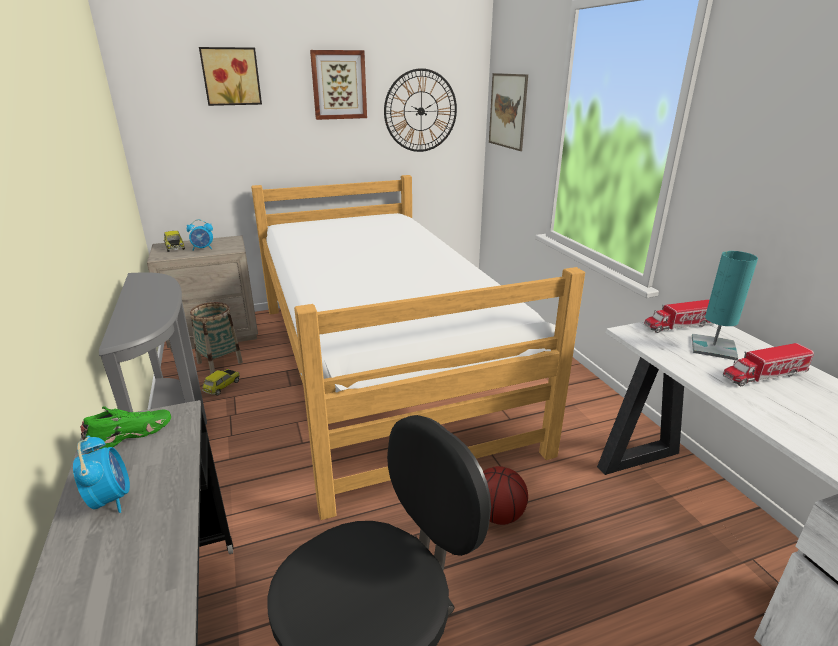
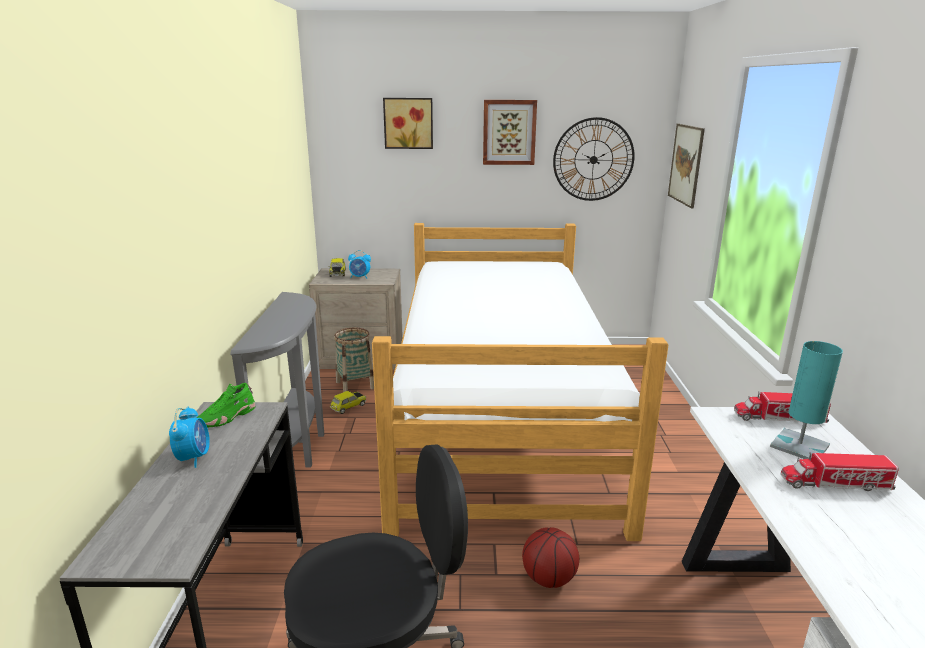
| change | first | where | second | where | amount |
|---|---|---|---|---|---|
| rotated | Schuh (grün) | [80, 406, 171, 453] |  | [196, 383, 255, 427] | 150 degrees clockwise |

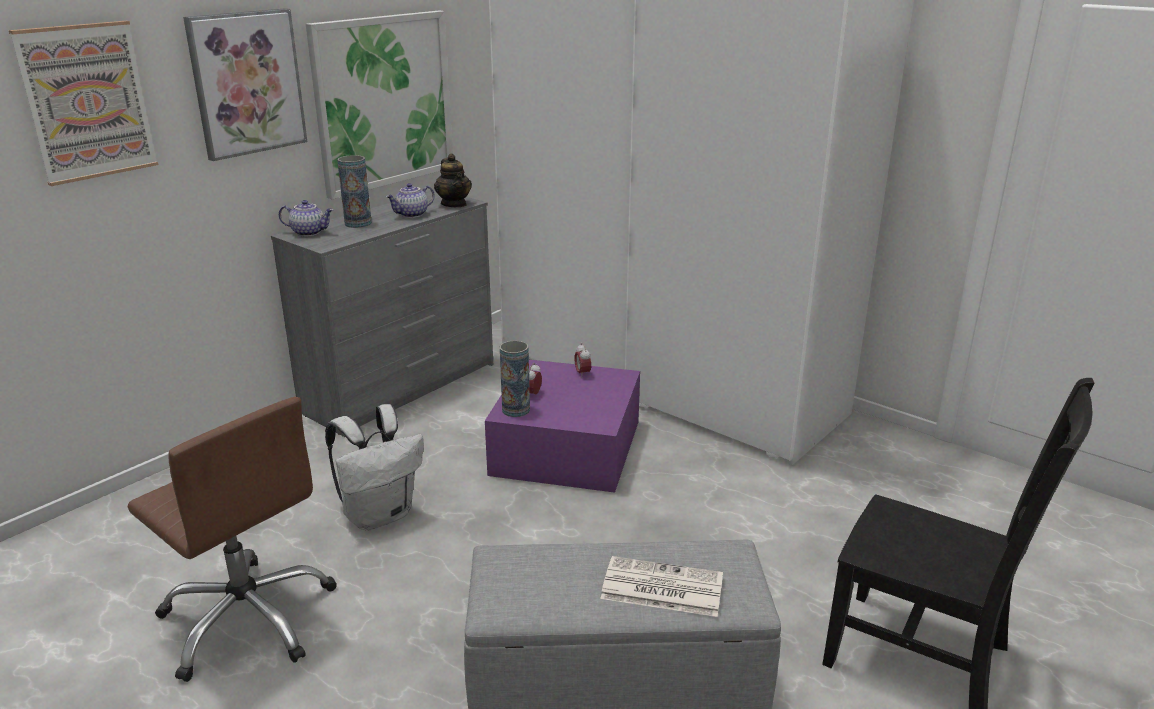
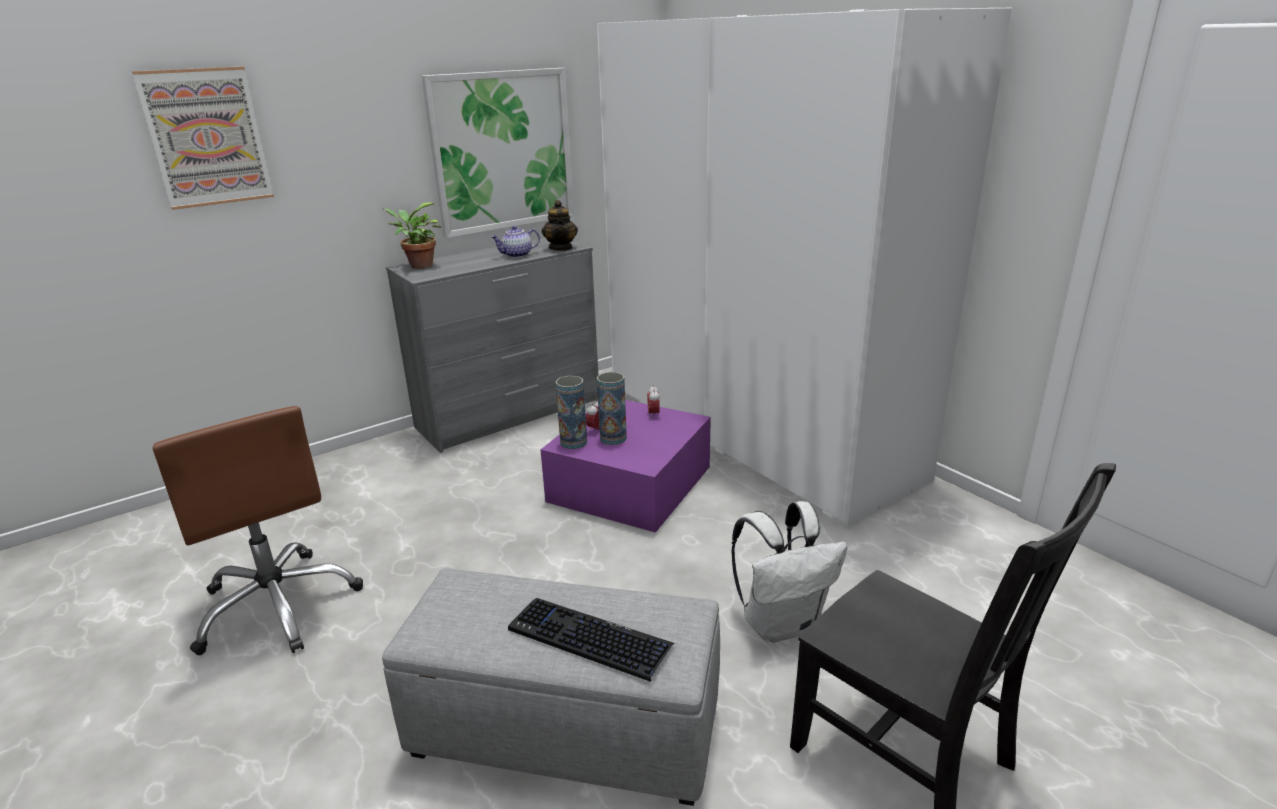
| change | first | where | second | where | amount |
|---|---|---|---|---|---|
| swapped | Teekanne | [279, 200, 334, 237] | Topfpflanze | [383, 202, 441, 269] |  |
| swapped | Zeitung | [600, 556, 723, 617] | Tastatur | [508, 598, 675, 682] |  |
| shifted | Vase | [337, 155, 372, 228] |  | [597, 372, 627, 445] |  |
| shifted | Rucksack (weiß) | [325, 404, 424, 530] |  | [731, 501, 848, 642] |  |
| gone | Bild | [183, 8, 307, 161] |  |  |  |

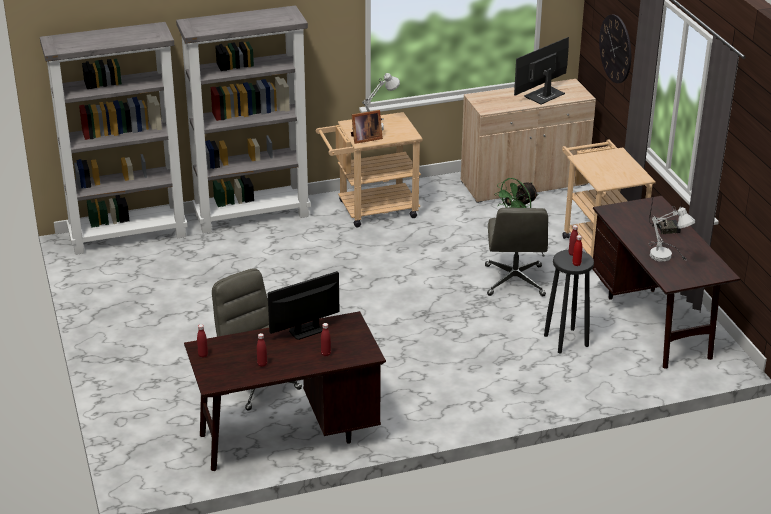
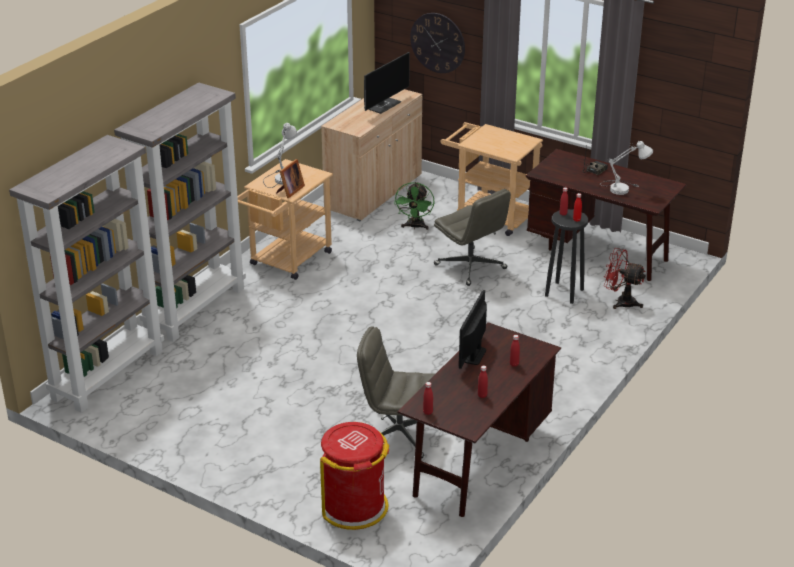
| change | first | where | second | where | amount |
|---|---|---|---|---|---|
| new |  |  | Mülleimer (rot) | [320, 422, 389, 530] |  |
| rotated | Monitor | [514, 37, 569, 104] |  | [364, 52, 410, 114] | 150 degrees counterclockwise |
| new |  |  | Ventilator (rot) | [604, 248, 646, 309] |  |

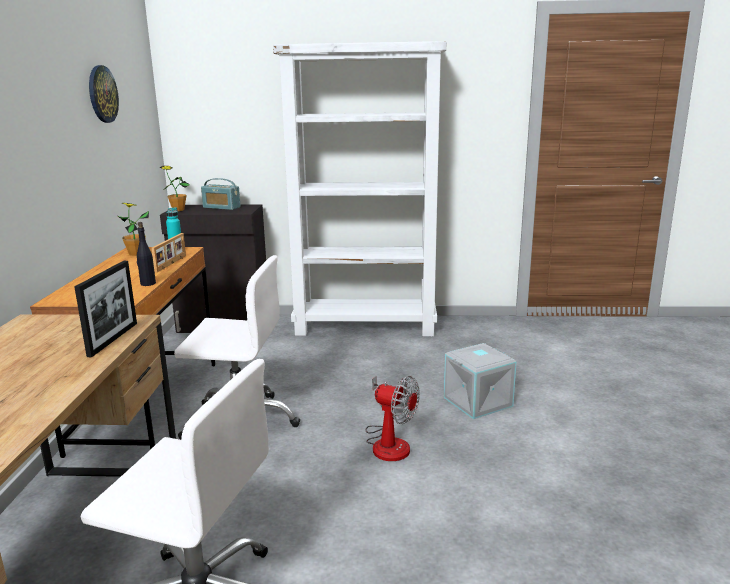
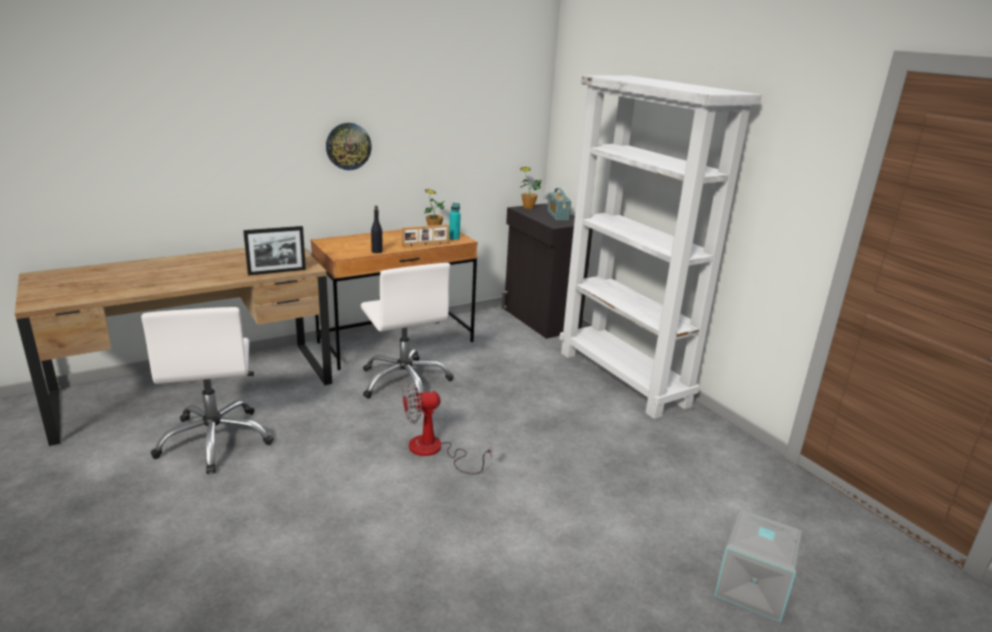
| change | first | where | second | where | amount |
|---|---|---|---|---|---|
| shifted | Wanduhr | [89, 65, 119, 123] |  | [326, 123, 372, 170] |  |
| rotated | Ventilator | [366, 376, 420, 461] |  | [403, 382, 492, 474] | 75 degrees clockwise |
| shifted | Aufbewahrungsbox (grau) | [444, 343, 517, 419] |  | [714, 509, 806, 623] |  |

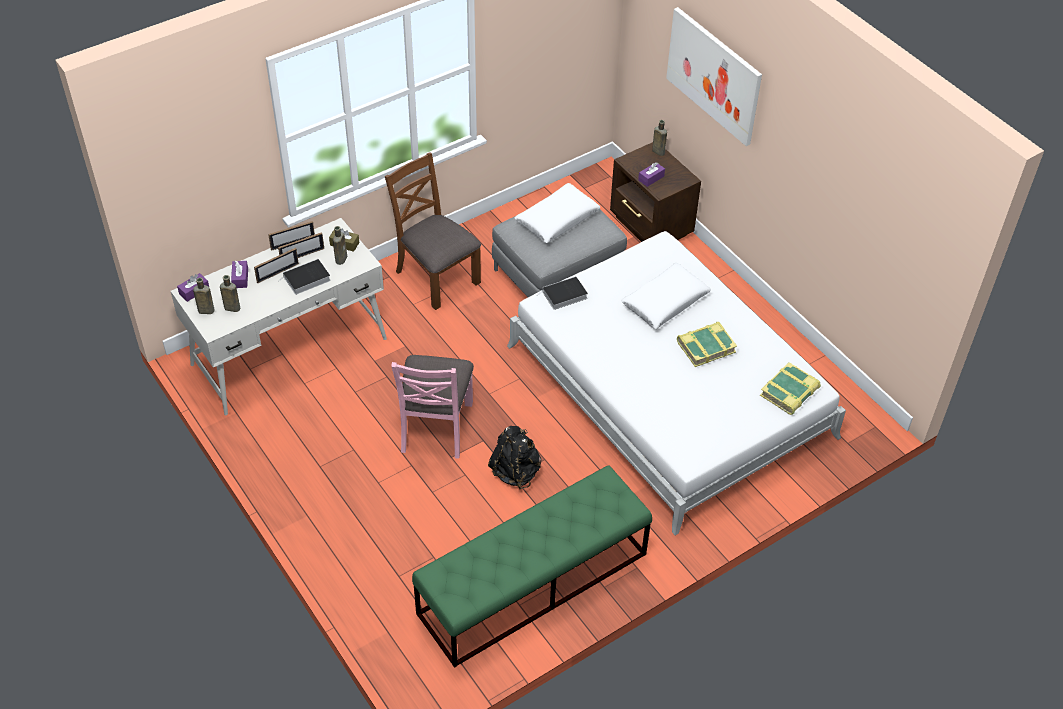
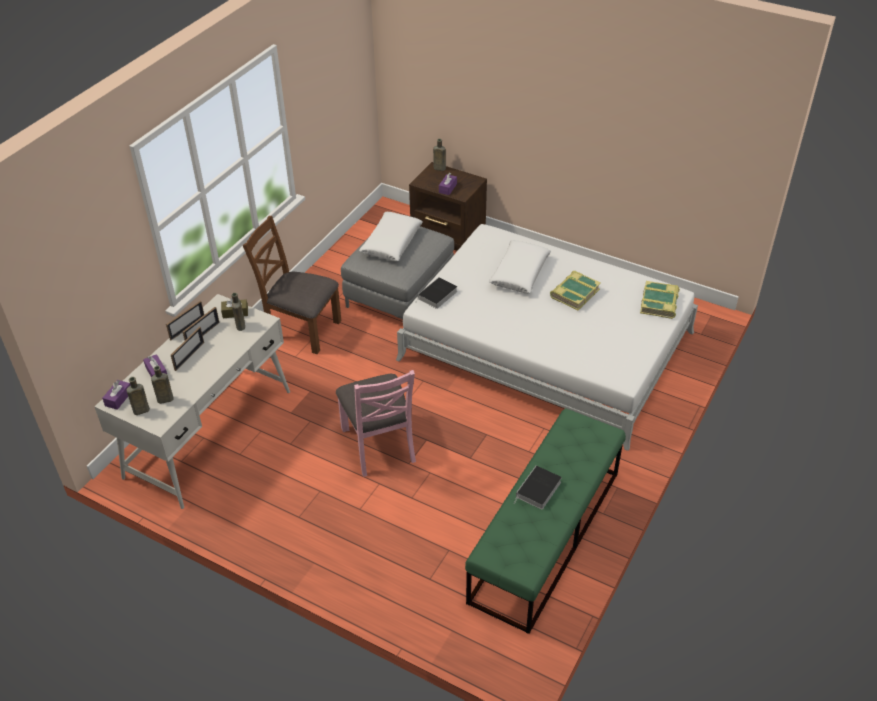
| change | first | where | second | where | amount |
|---|---|---|---|---|---|
| shifted | Buch | [278, 259, 331, 295] |  | [514, 466, 562, 510] |  |
| gone | Rucksack (schwarz) | [488, 426, 541, 489] |  |  |  |
| gone | Bild | [666, 7, 762, 146] |  |  |  |

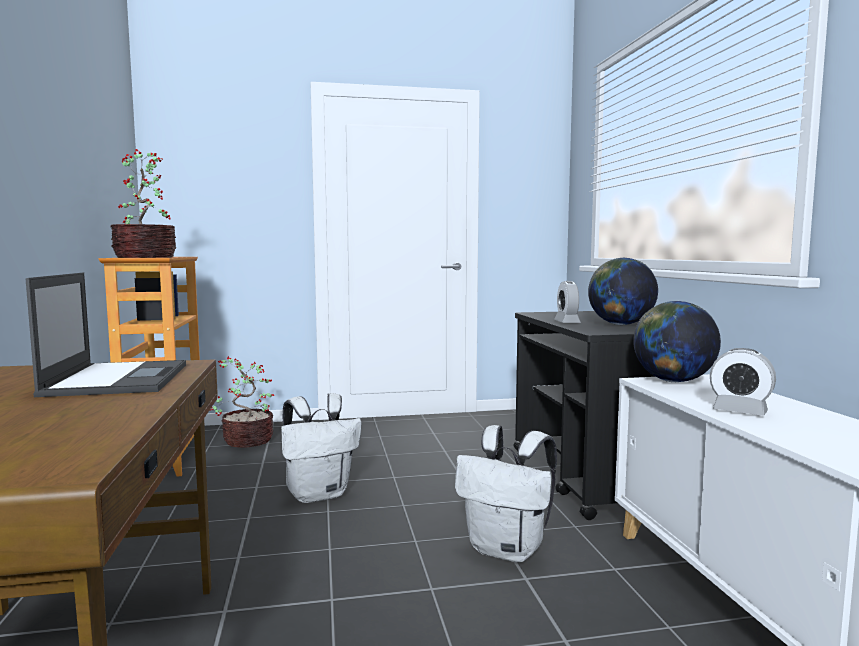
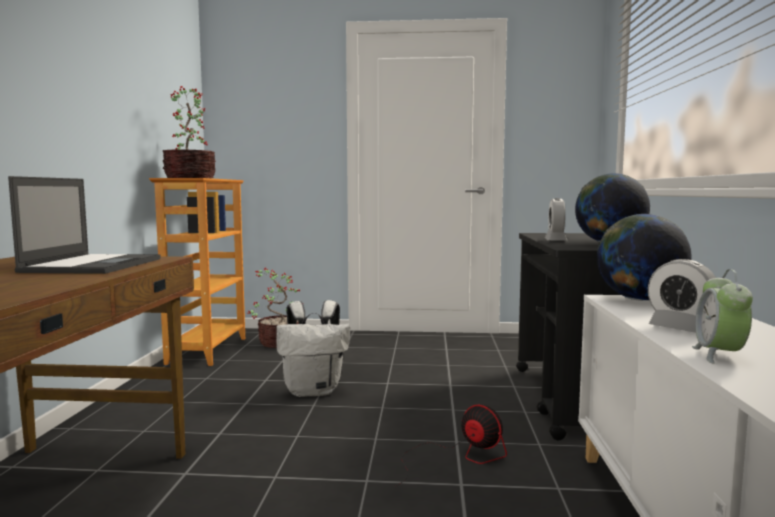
| change | first | where | second | where | amount |
|---|---|---|---|---|---|
| swapped | Rucksack (weiß) | [455, 425, 557, 562] | Ventilator | [395, 405, 507, 487] |  |
| new |  |  | Wecker | [692, 269, 753, 363] |  |

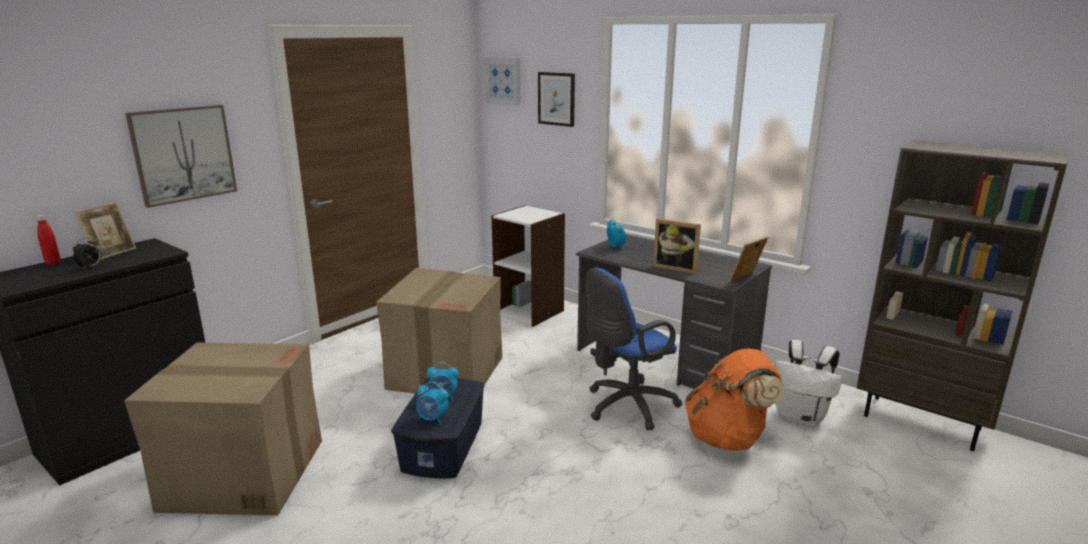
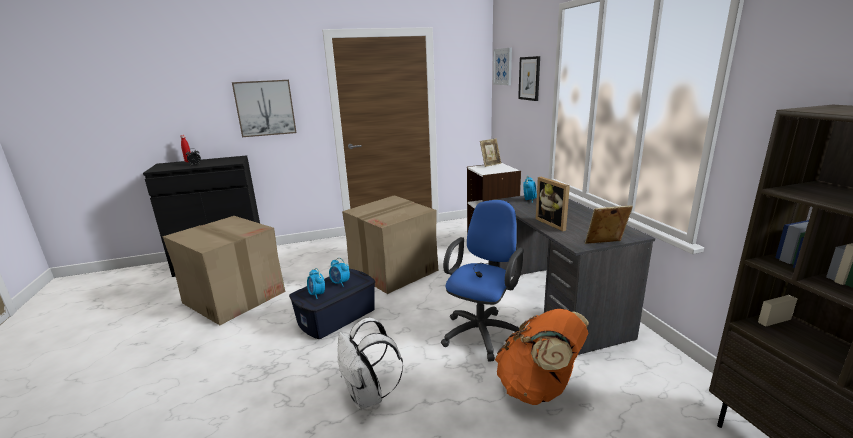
| change | first | where | second | where | amount |
|---|---|---|---|---|---|
| shifted | Rucksack (weiß) | [774, 340, 842, 427] |  | [338, 318, 403, 410] |  |
| rotated | Bürostuhl (blau) | [586, 268, 682, 430] |  | [441, 200, 524, 362] | 120 degrees clockwise |
| shifted | Bilderrahmen | [75, 203, 136, 259] |  | [480, 138, 501, 167] |  |

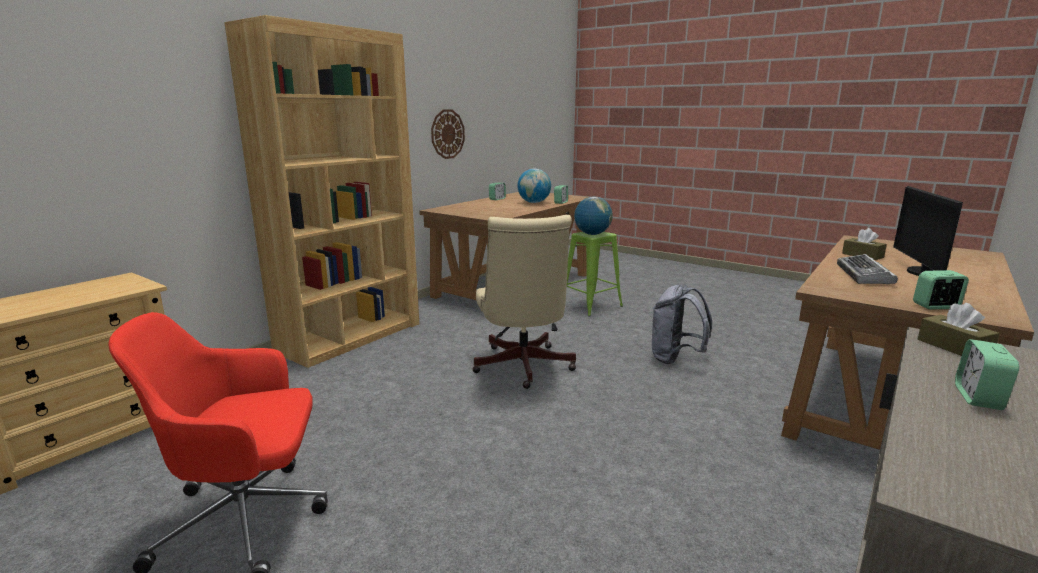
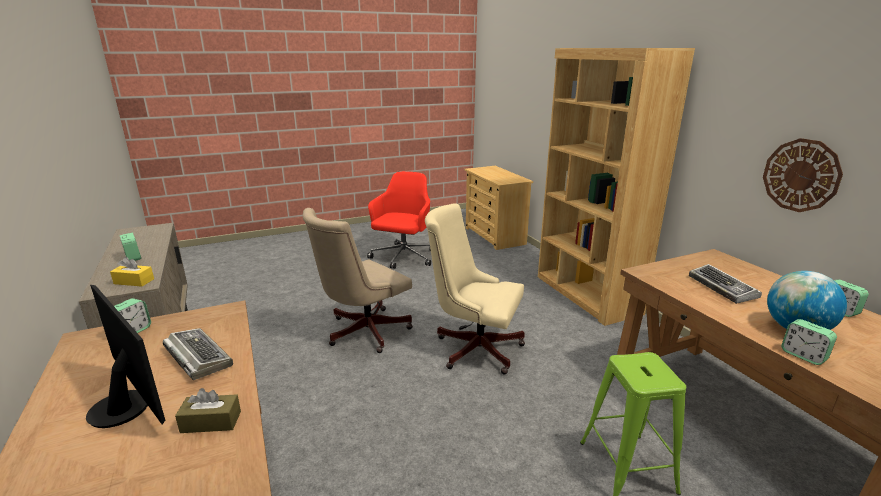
| change | first | where | second | where | amount |
|---|---|---|---|---|---|
| repainted | Taschentuchbox (braun) | [918, 303, 1000, 356] | Taschentuchbox (gelb) | [110, 257, 154, 287] |  |
| new |  |  | Bürostuhl (beige) | [303, 208, 413, 353] |  |
| new |  |  | Tastatur | [689, 264, 762, 304] |  |
| gone | Globus | [574, 197, 613, 235] |  |  |  |
| gone | Rucksack (grau) | [652, 285, 712, 364] |  |  |  |

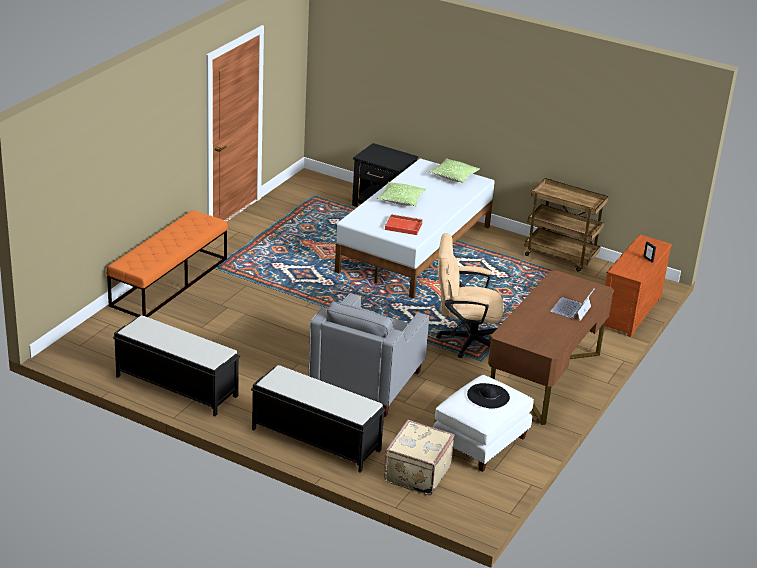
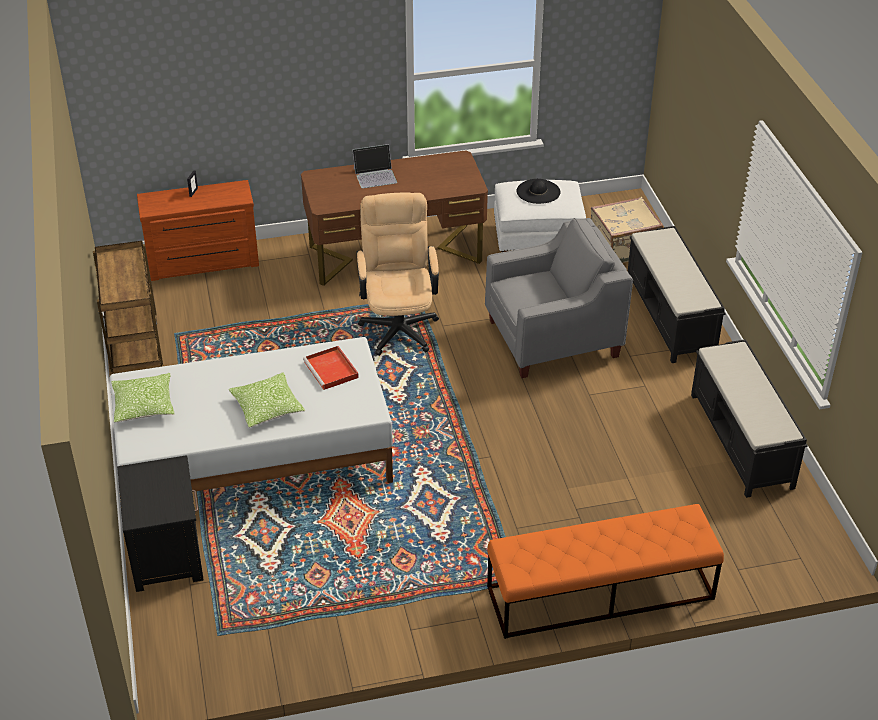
| change | first | where | second | where | amount |
|---|---|---|---|---|---|
| rotated | Bürostuhl (beige) | [436, 233, 504, 358] |  | [356, 193, 439, 356] | 150 degrees counterclockwise |

